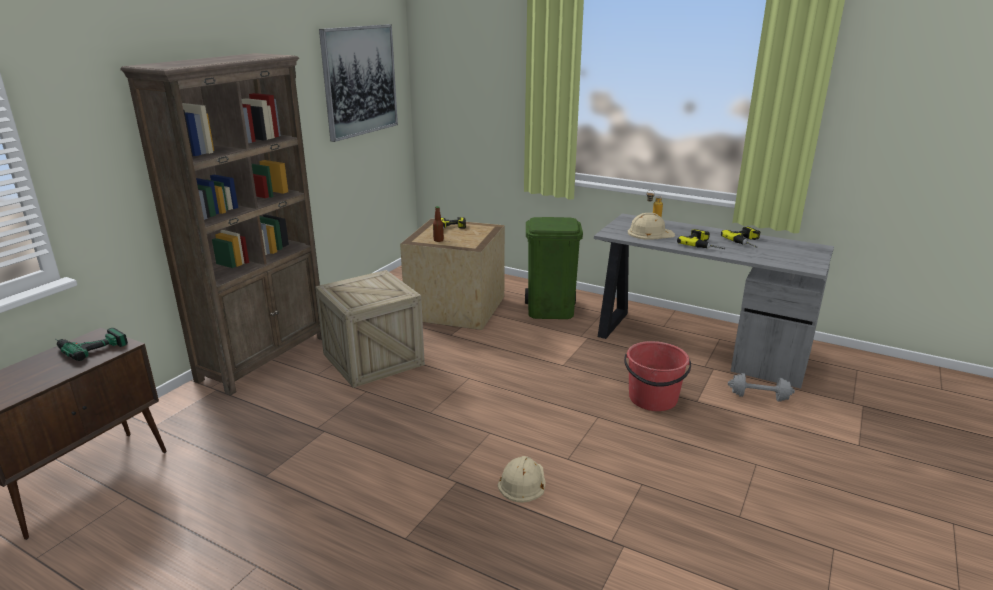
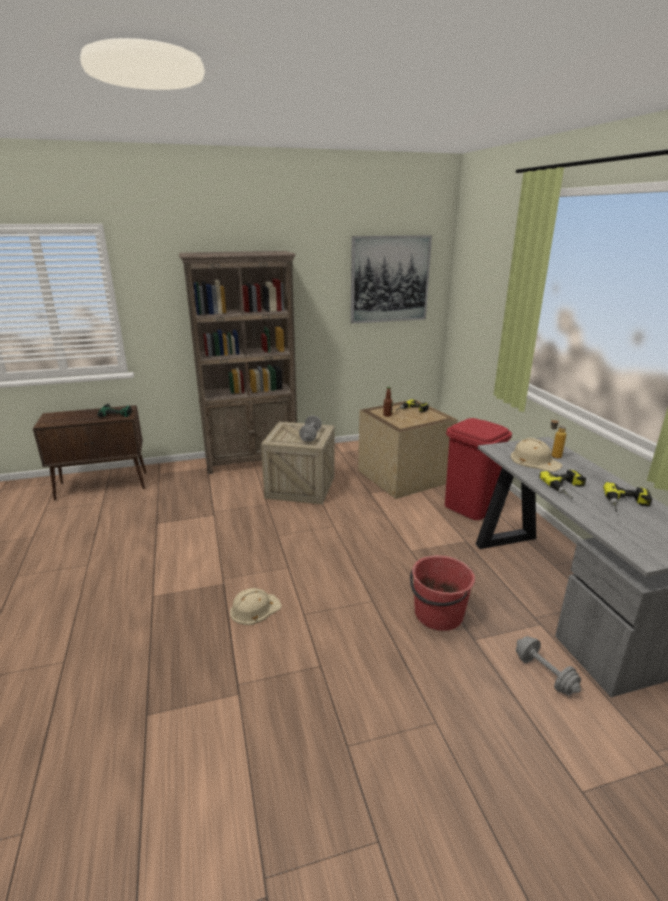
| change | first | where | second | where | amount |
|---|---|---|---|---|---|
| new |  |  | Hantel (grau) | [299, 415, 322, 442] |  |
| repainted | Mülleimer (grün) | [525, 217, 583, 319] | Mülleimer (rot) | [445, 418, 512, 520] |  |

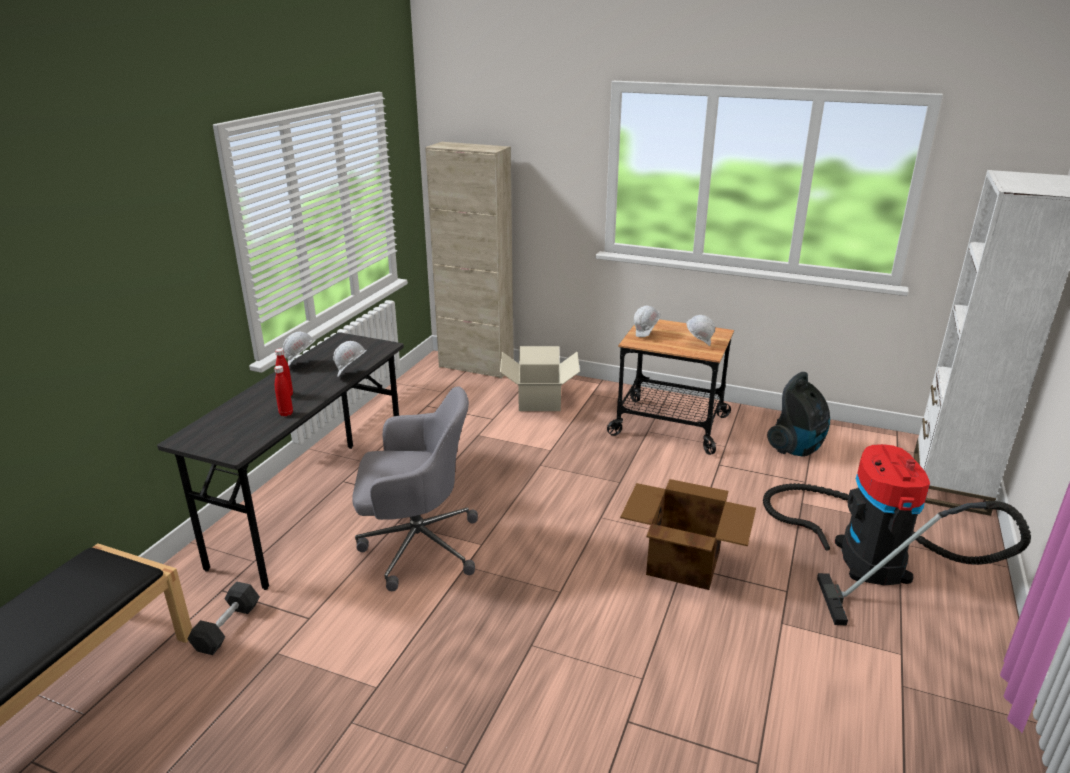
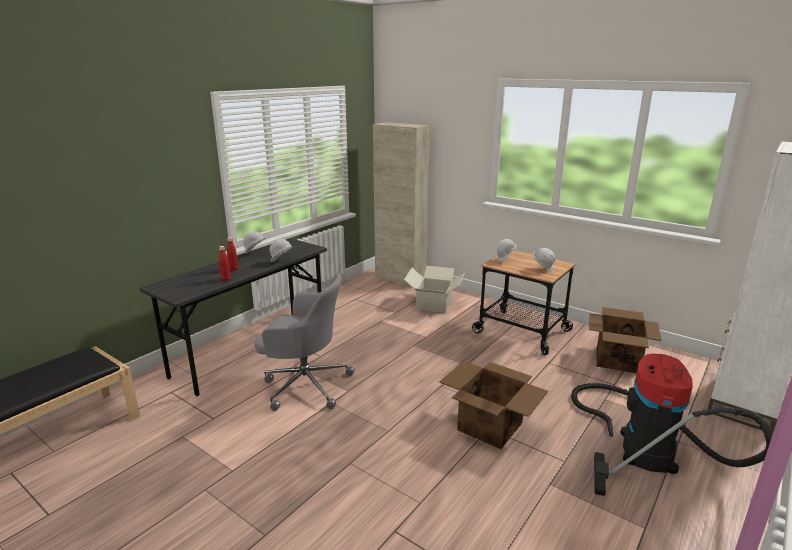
| change | first | where | second | where | amount |
|---|---|---|---|---|---|
| swapped | Staubsauger | [767, 372, 830, 457] | Karton | [589, 307, 662, 373] |  |
| gone | Hantel (schwarz) | [188, 581, 260, 655] |  |  |  |

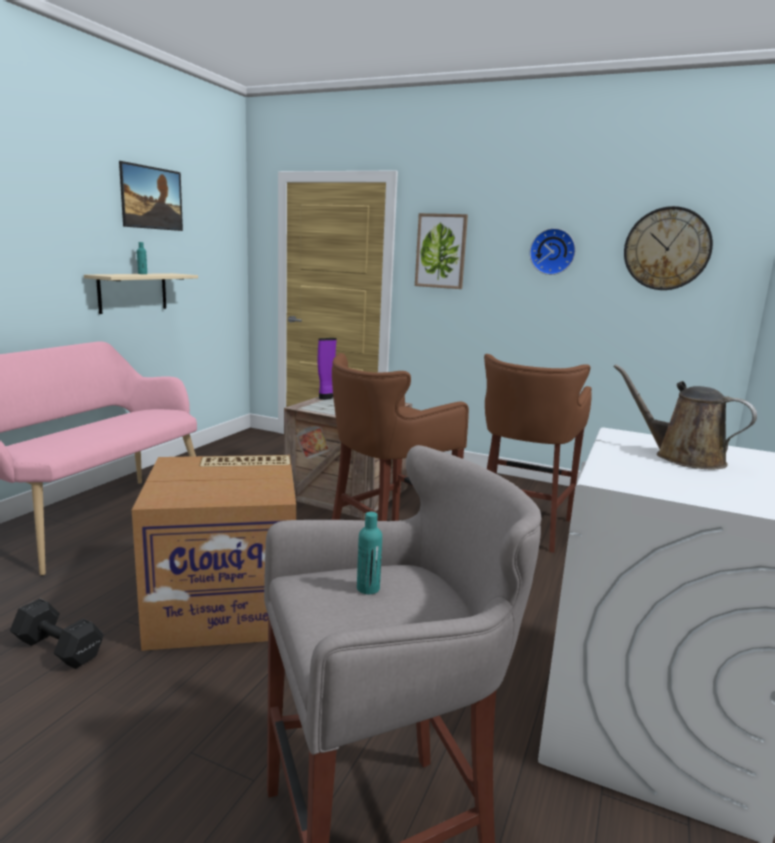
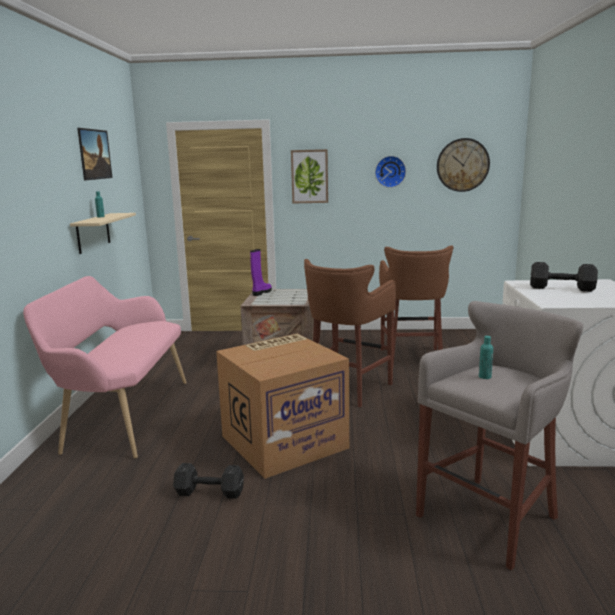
| change | first | where | second | where | amount |
|---|---|---|---|---|---|
| swapped | Gießkanne (braun) | [613, 364, 757, 469] | Hantel (schwarz) | [530, 262, 598, 292] |  |

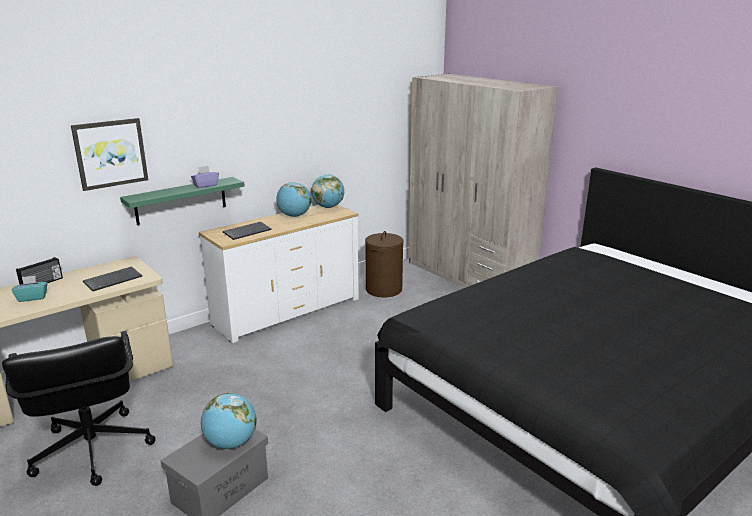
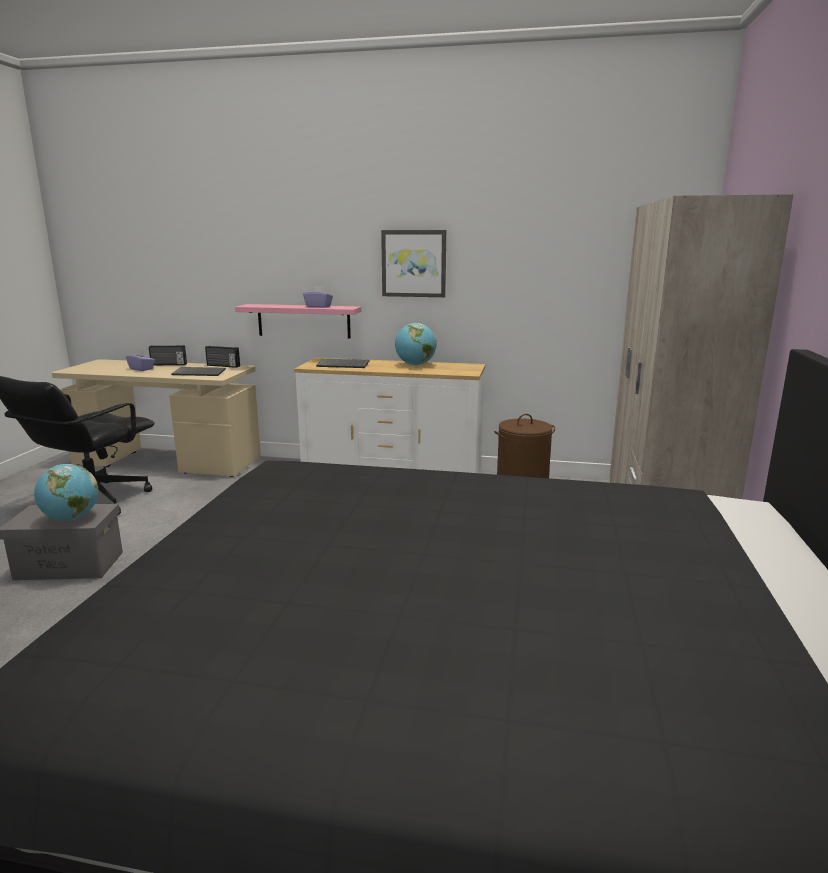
| change | first | where | second | where | amount |
|---|---|---|---|---|---|
| repainted | Taschentuchbox (türkis) | [12, 275, 48, 302] | Taschentuchbox (lila) | [126, 349, 155, 371] |  |
| new |  |  | Radio | [205, 346, 240, 368] |  |
| repainted | Wandregal (grün) | [120, 177, 244, 225] | Wandregal (rosa) | [235, 304, 361, 339] |  |
| shifted | Bild | [71, 118, 148, 191] |  | [381, 230, 446, 297] |  |
| gone | Globus | [311, 174, 344, 208] |  |  |  |

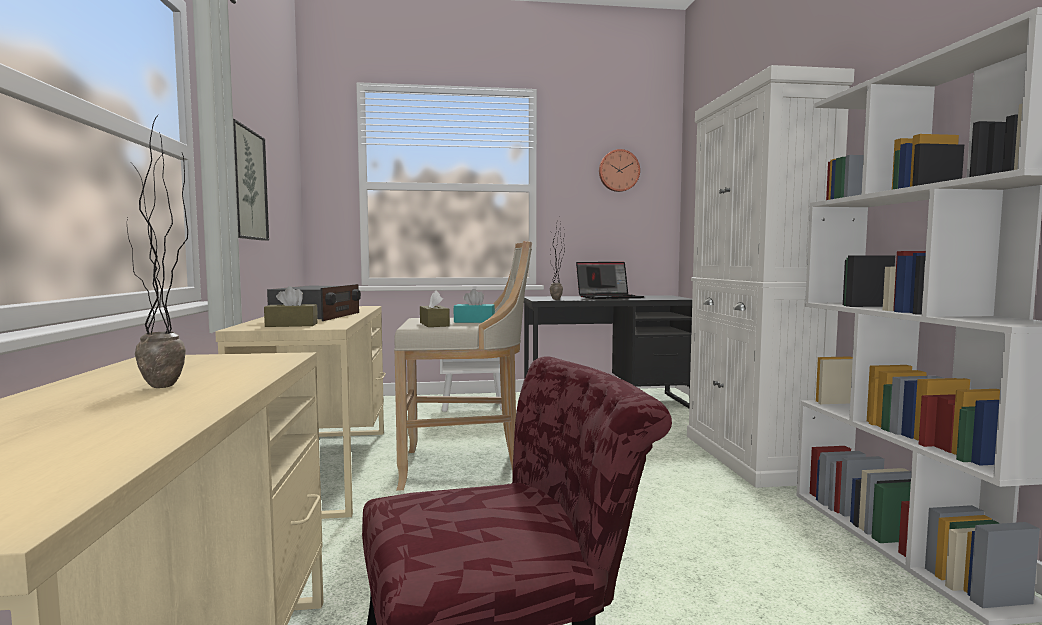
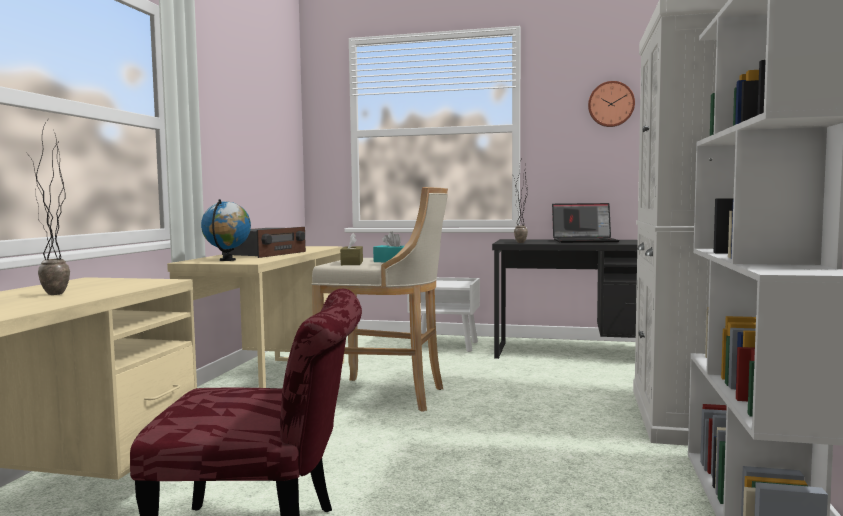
| change | first | where | second | where | amount |
|---|---|---|---|---|---|
| swapped | Taschentuchbox (braun) | [264, 286, 318, 327] | Globus | [201, 199, 251, 261] |  |
| gone | Bild | [233, 119, 269, 241] |  |  |  |

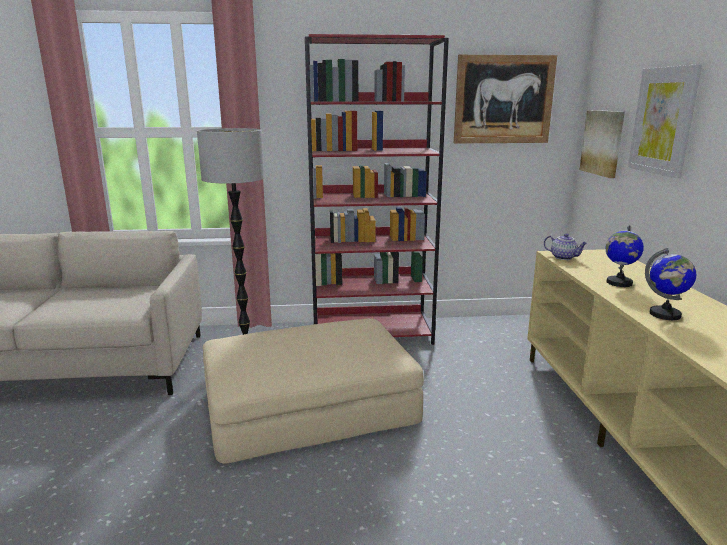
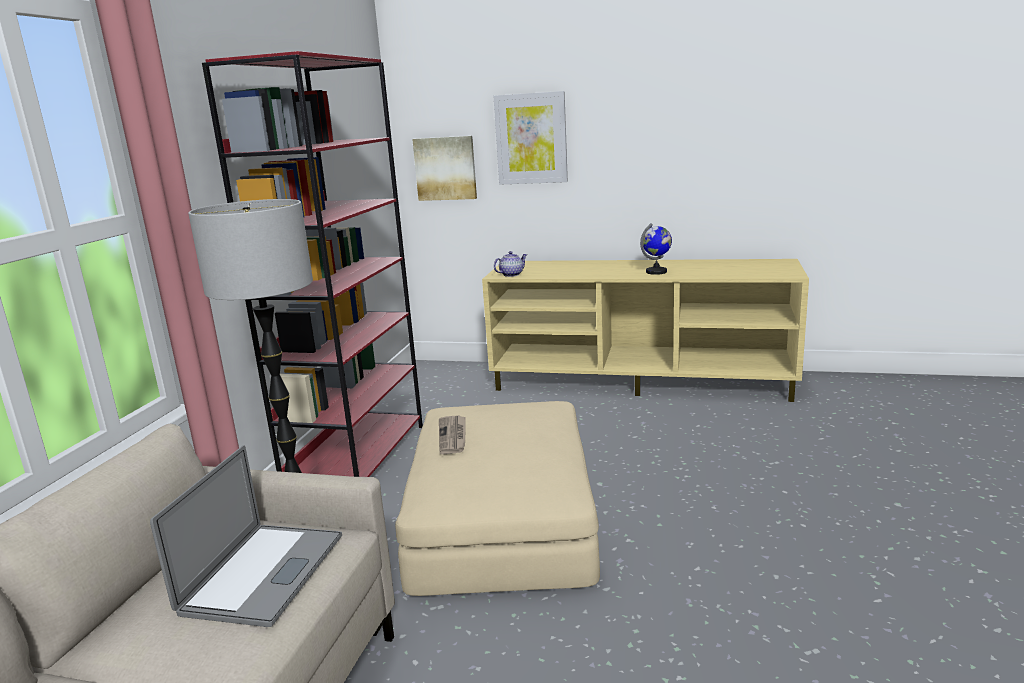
| change | first | where | second | where | amount |
|---|---|---|---|---|---|
| new |  |  | Laptop | [150, 445, 342, 627] |  |
| new |  |  | Zeitung | [439, 415, 466, 454] |  |
| gone | Bild | [454, 55, 557, 144] |  |  |  |
| gone | Globus | [605, 225, 644, 287] |  |  |  |

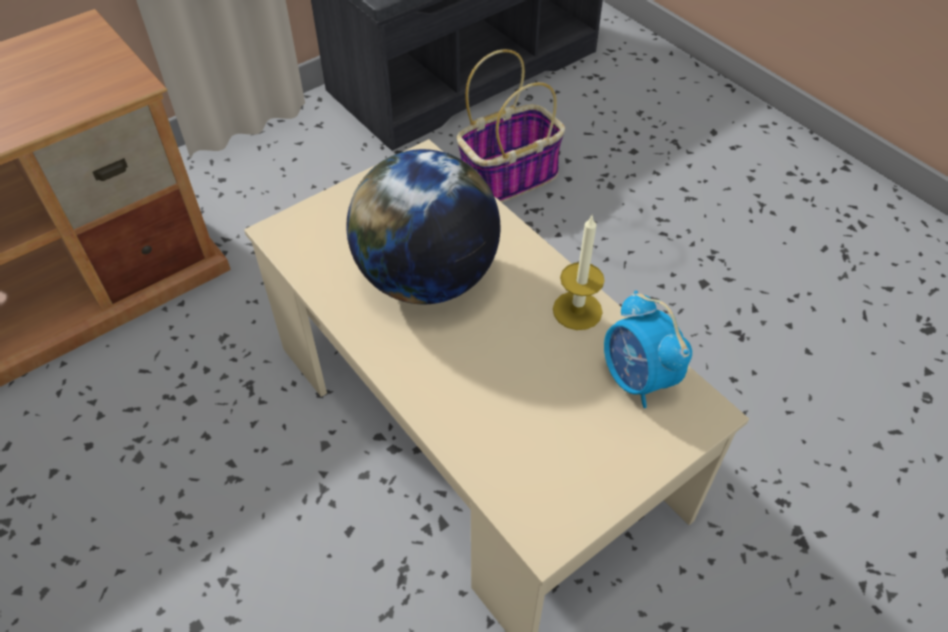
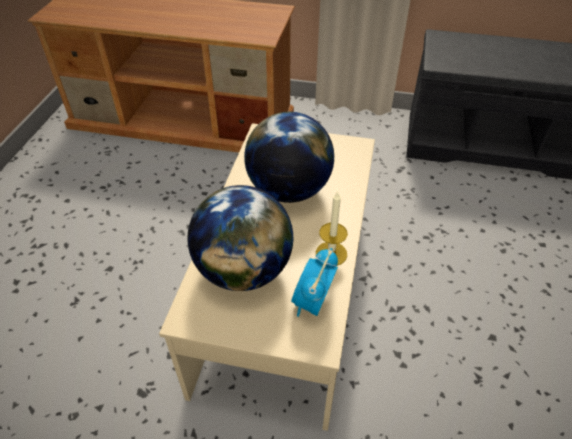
| change | first | where | second | where | amount |
|---|---|---|---|---|---|
| new |  |  | Globus | [187, 185, 293, 291] |  |
| gone | Korb | [457, 49, 565, 202] |  |  |  |

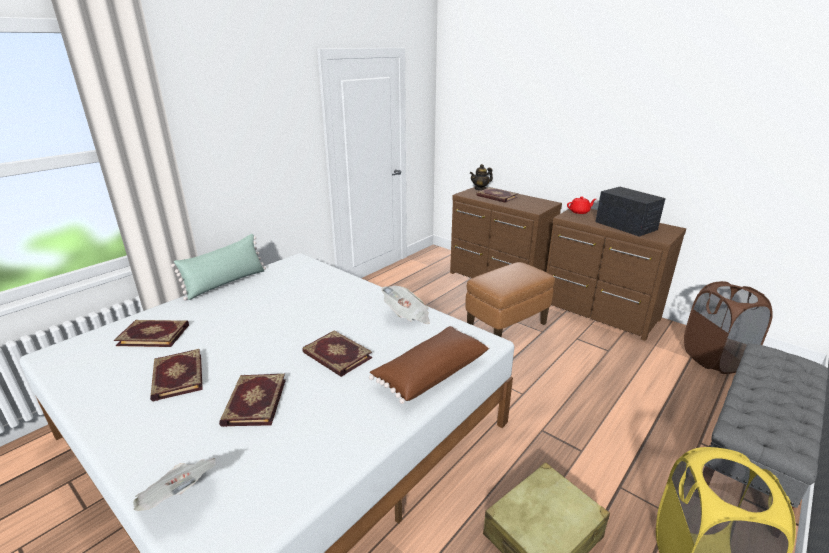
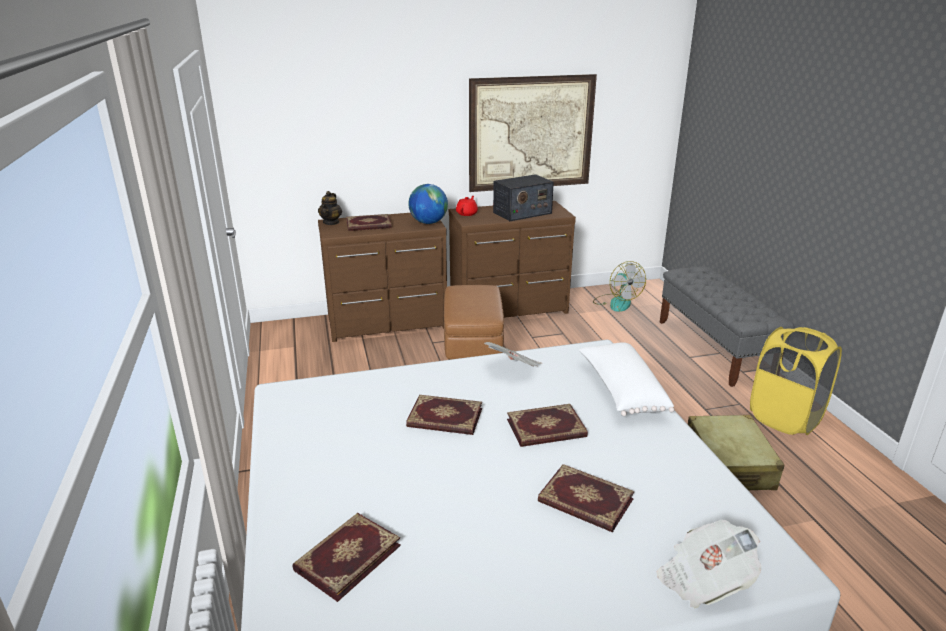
| change | first | where | second | where | amount |
|---|---|---|---|---|---|
| shifted | Buch | [150, 349, 203, 401] |  | [406, 395, 482, 435] |  |
| new |  |  | Globus | [408, 184, 448, 224] |  |
| new |  |  | Bild | [469, 74, 597, 192] |  |
| rotated | Radio | [595, 187, 666, 237] |  | [493, 174, 554, 221] | 150 degrees clockwise |
| repainted | Kissen (braun) | [369, 326, 490, 404] | Kissen (weiß) | [579, 342, 674, 416] |  |
| swapped | Wäschekorb (braun) | [684, 281, 773, 374] | Ventilator | [593, 261, 646, 312] |  |
| gone | Kissen (grün) | [171, 234, 266, 300] |  |  |  |

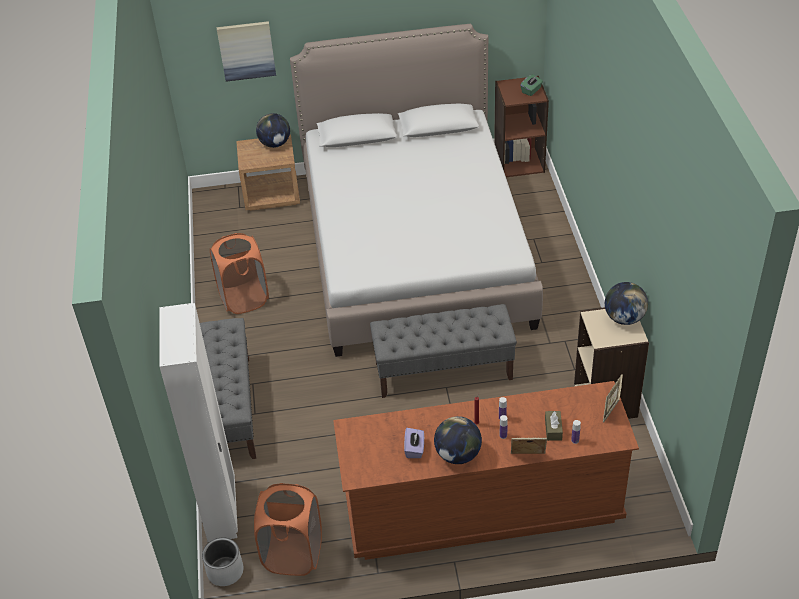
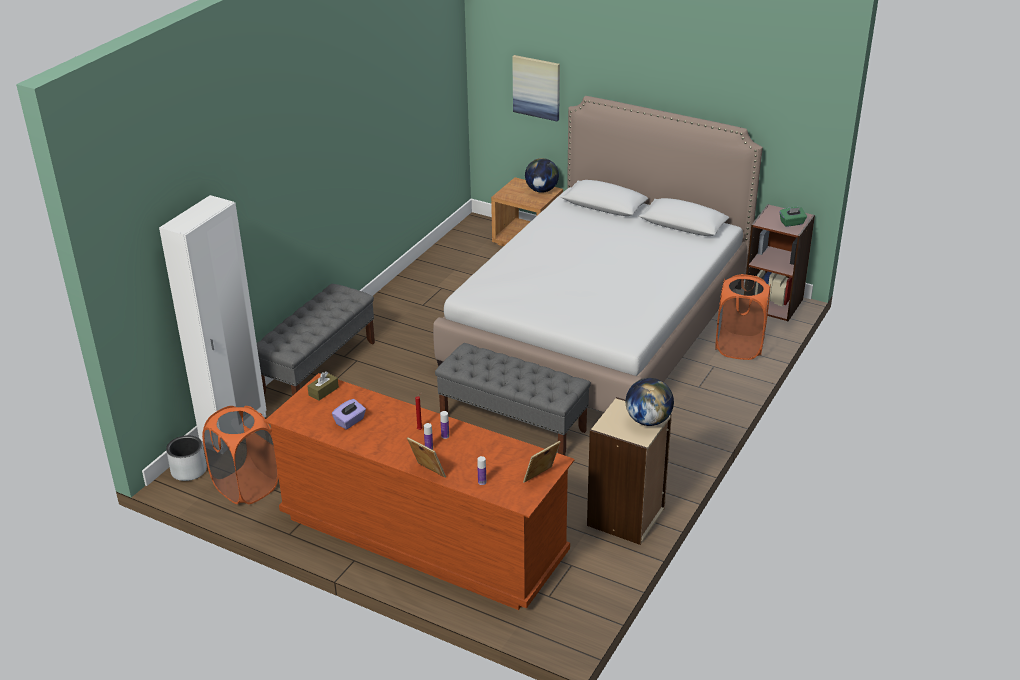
| change | first | where | second | where | amount |
|---|---|---|---|---|---|
| shifted | Taschentuchbox (braun) | [545, 411, 563, 441] |  | [307, 371, 339, 401] |  |
| shifted | Wäschekorb (orange) | [210, 233, 269, 314] |  | [715, 274, 771, 360] |  |
| gone | Globus | [434, 416, 482, 464] |  |  |  |

